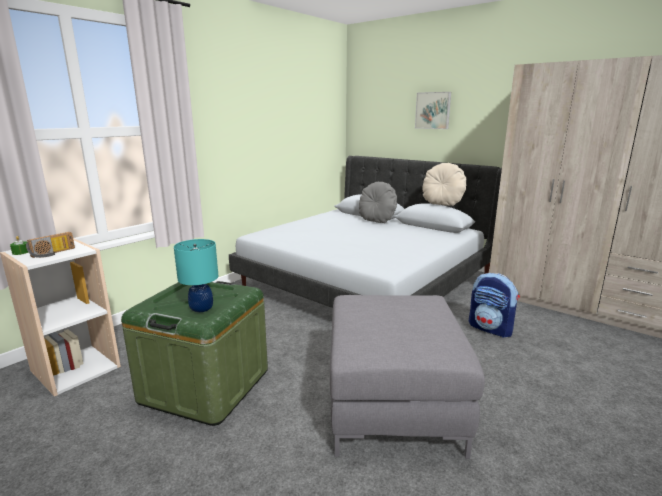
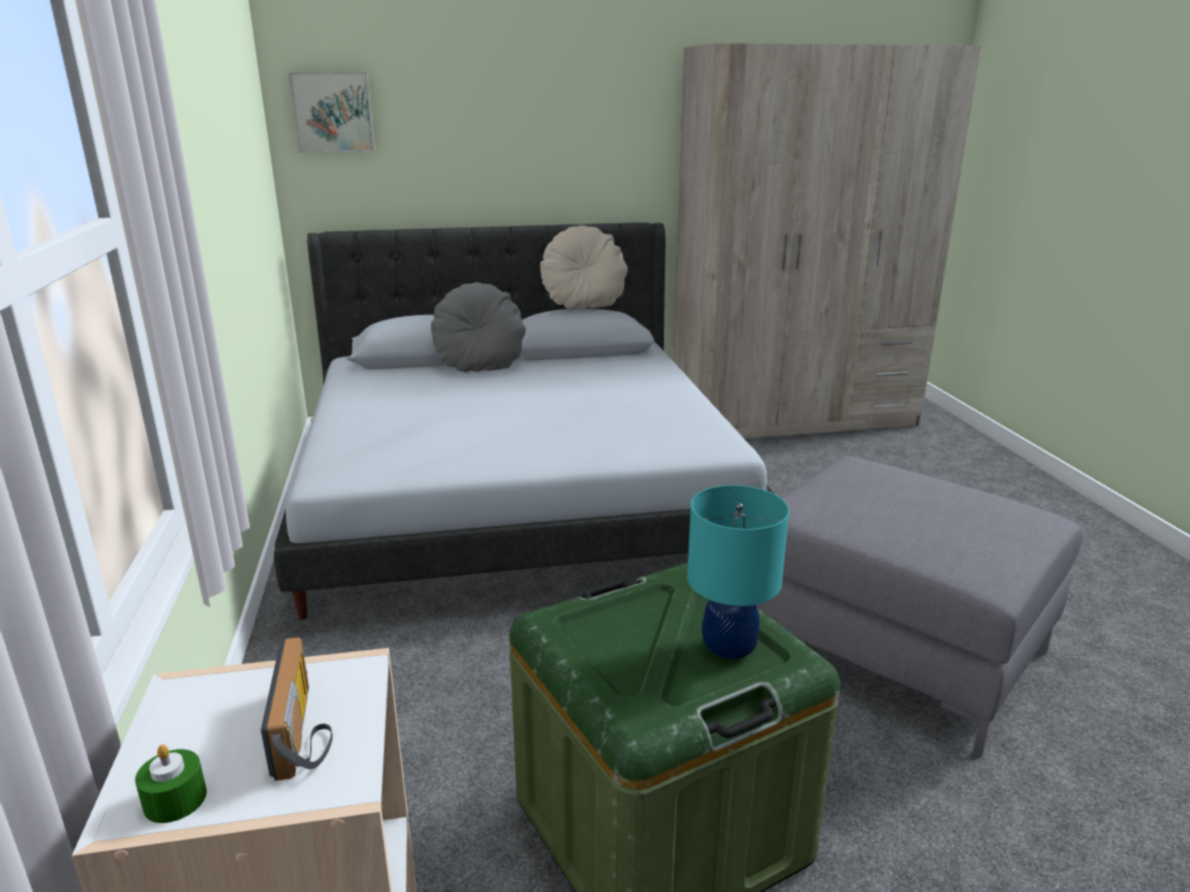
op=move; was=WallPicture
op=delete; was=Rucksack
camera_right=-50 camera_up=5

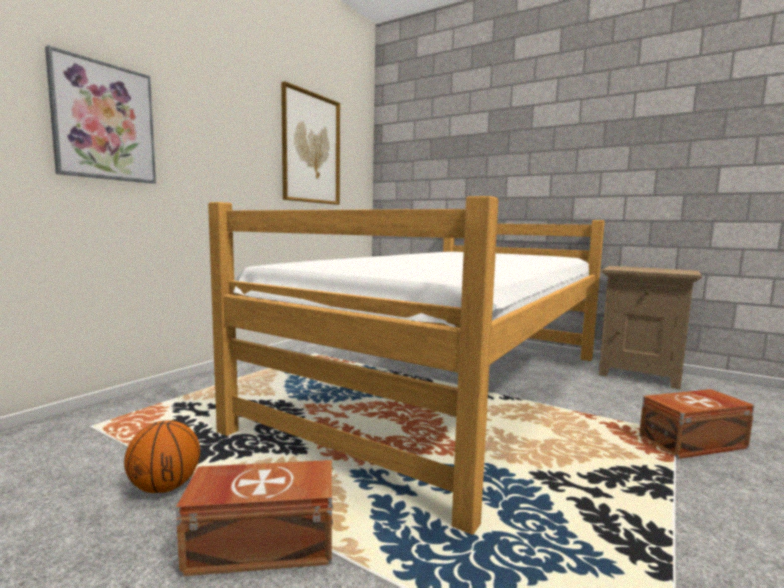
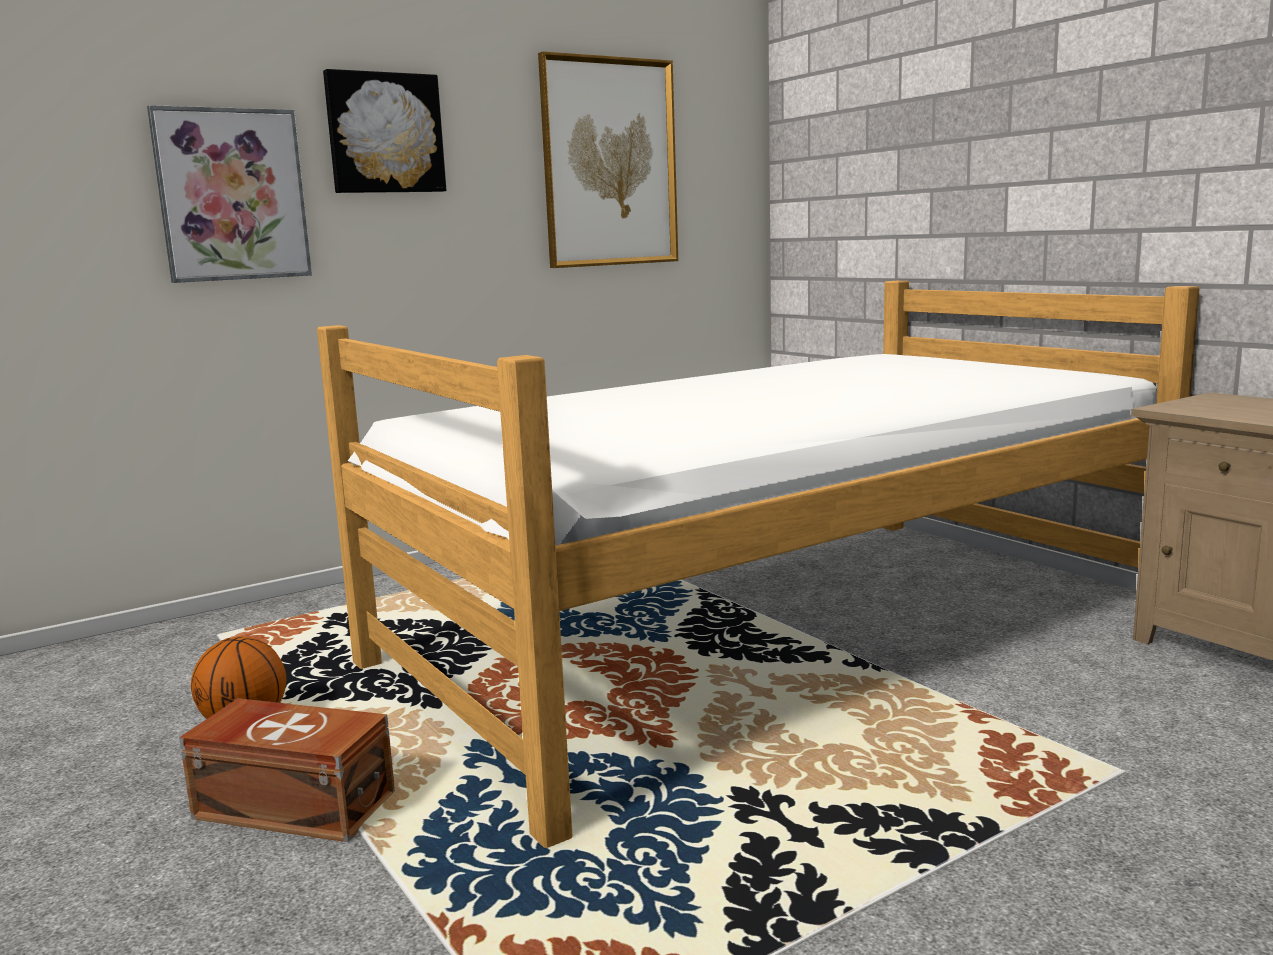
op=delete; was=BrownStorageBox (2nd from left)
op=insert; now=WallPicture (2nd from left)
camera_right=25 camera_up=5

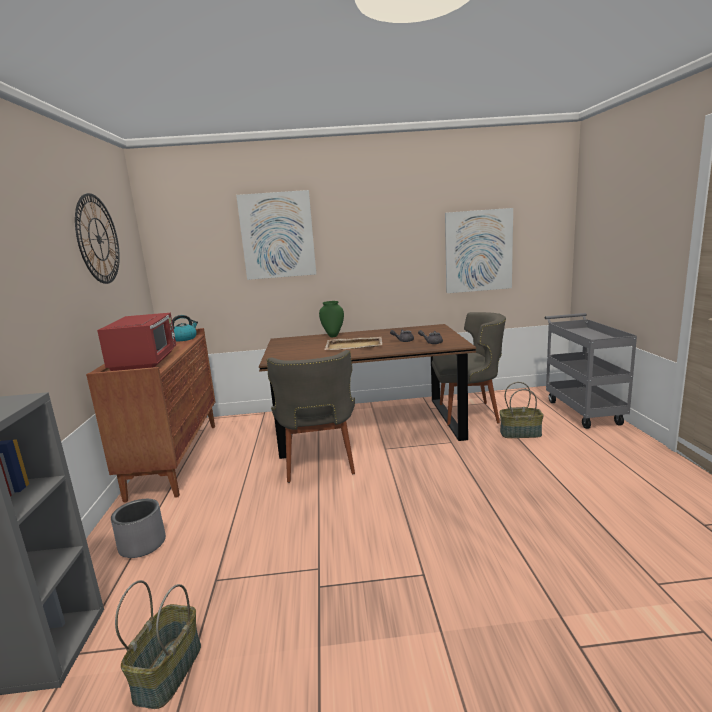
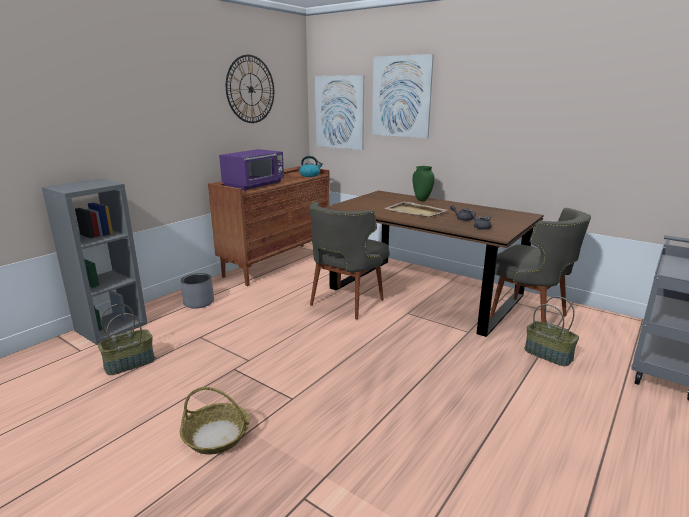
op=move; was=WallPicture (2nd from left in the first image); now=WallPicture (1st from left)
op=recolor; was=RedColouredMicrowave; now=PurpleMicrowave
op=insert; now=HouseholdBasket (2nd from left)
camera_right=40 camera_up=5

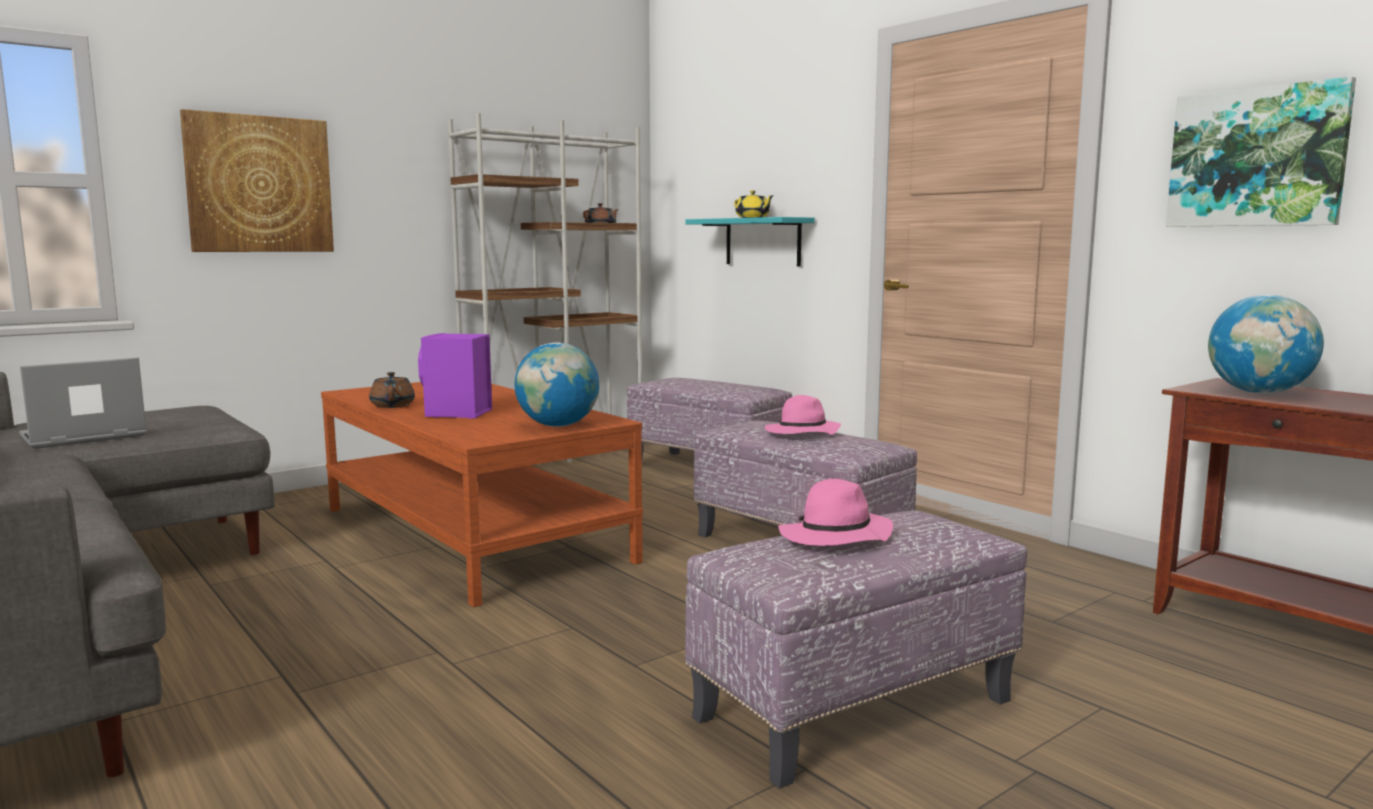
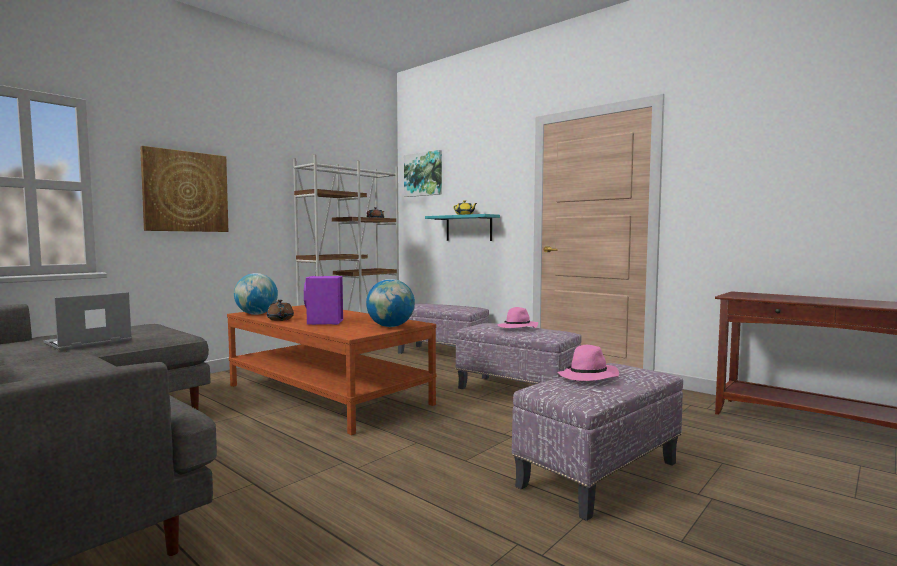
op=move; was=WallPicture (2nd from left)
op=move; was=Globe (2nd from left in the first image); now=Globe (1st from left)
camera_right=-10 camera_up=-5

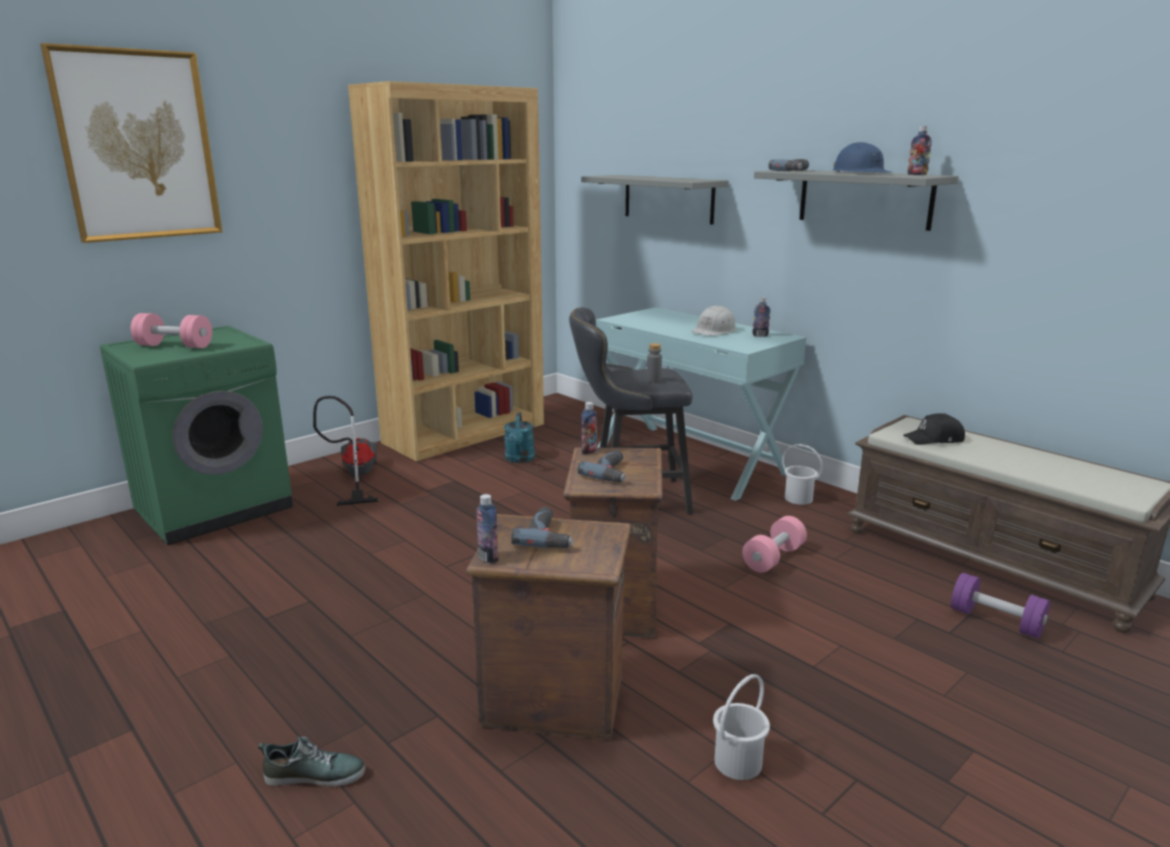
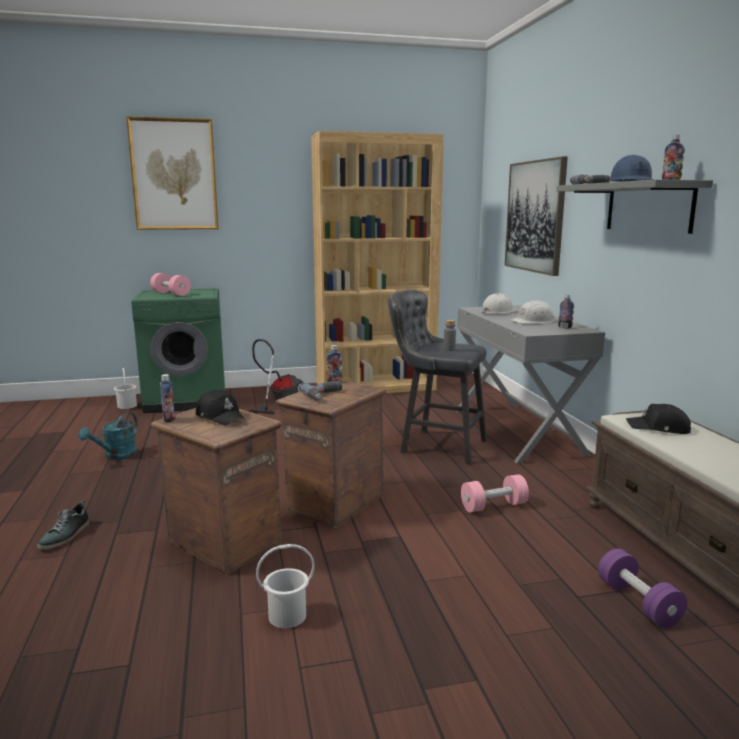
op=replace; was=GrayBracketShelf (1st from left); now=WallPicture (2nd from left)
op=recolor; was=TurquoiseDeskTable; now=GrayDeskTable
op=move; was=TurquoiseSprinklingCan
op=move; was=WhiteWaterBucket (2nd from left in the first image); now=WhiteWaterBucket (1st from left)
op=replace; was=PowerDrill (1st from left); now=BlackColouredBaseballCap (1st from left)
op=rotate; was=LowShoe; clockwise=75
op=insert; now=WhiteSafetyHelmet (1st from left)
camera_right=30 camera_up=-5

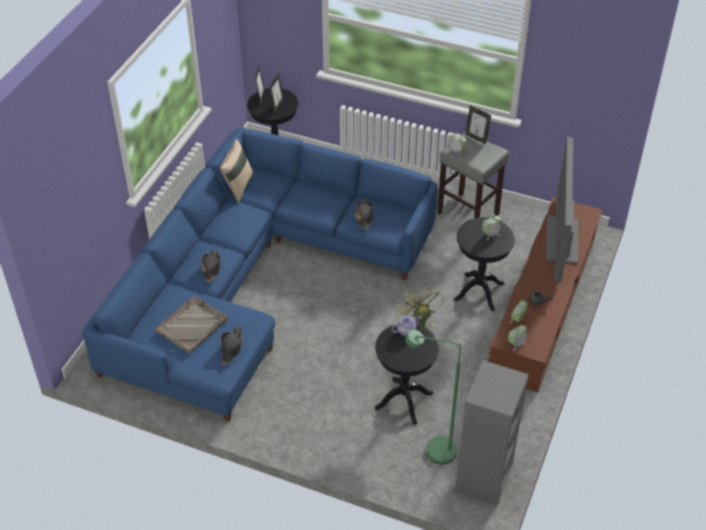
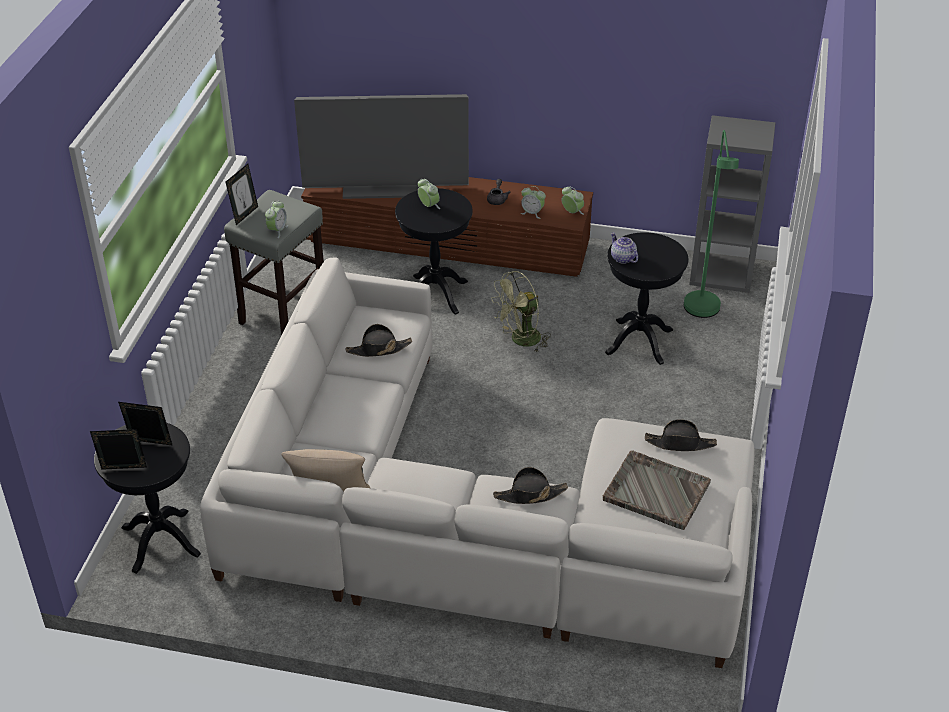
op=recolor; was=BluishSettee; now=WhiteSettee
camera_right=-100 camera_up=-5

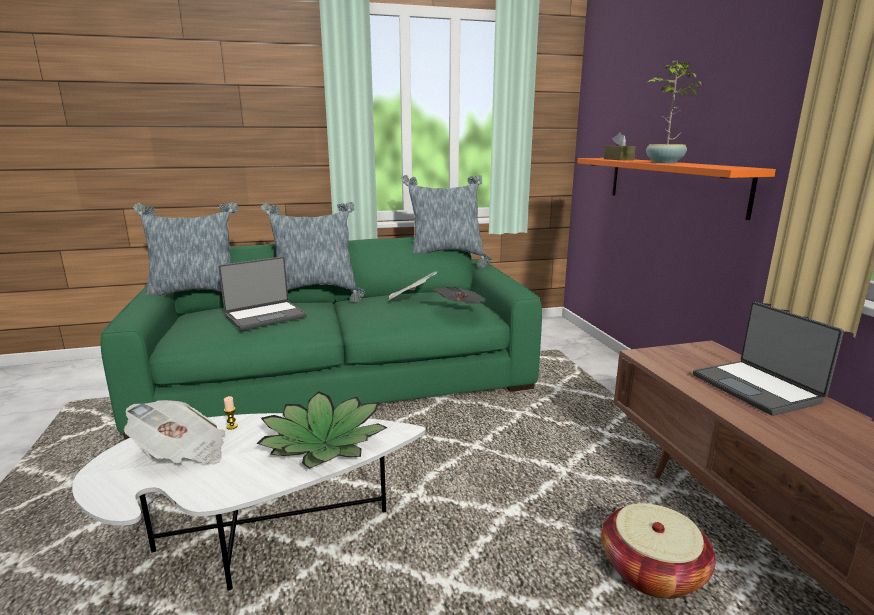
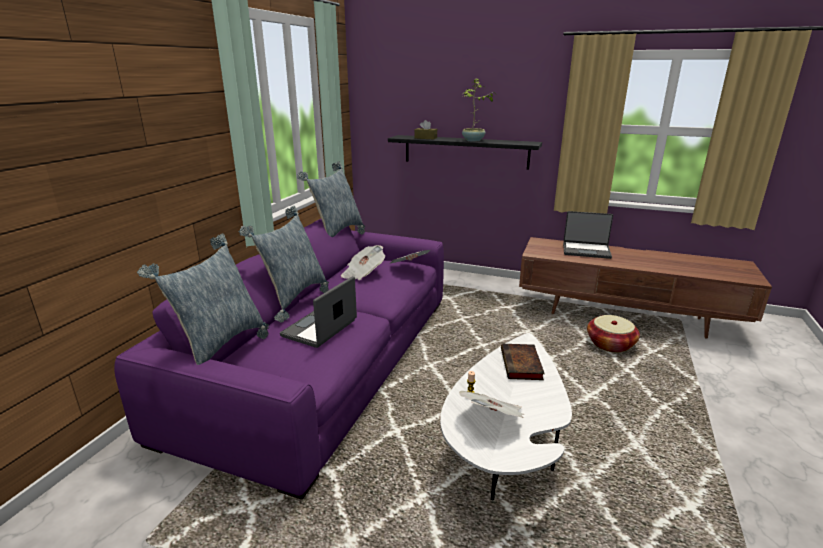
op=recolor; was=OrangeBracketShelf; now=BlackColouredBracketShelf
op=recolor; was=GreenishSettee; now=PurpleSettee
op=rotate; was=Laptop (1st from left); clockwise=-150
op=replace; was=Houseplant (1st from left); now=Volume
camera_right=-55 camera_up=5

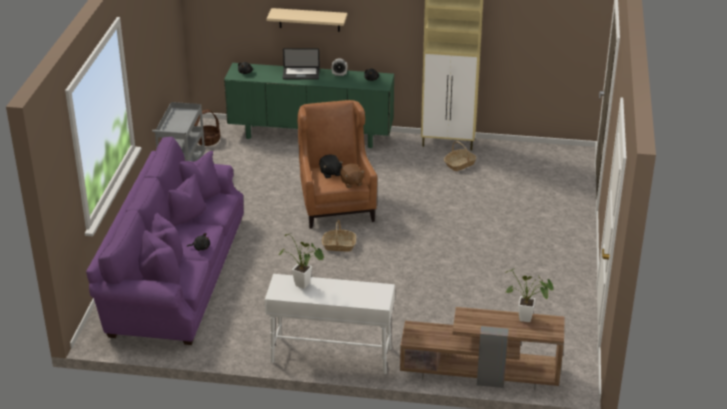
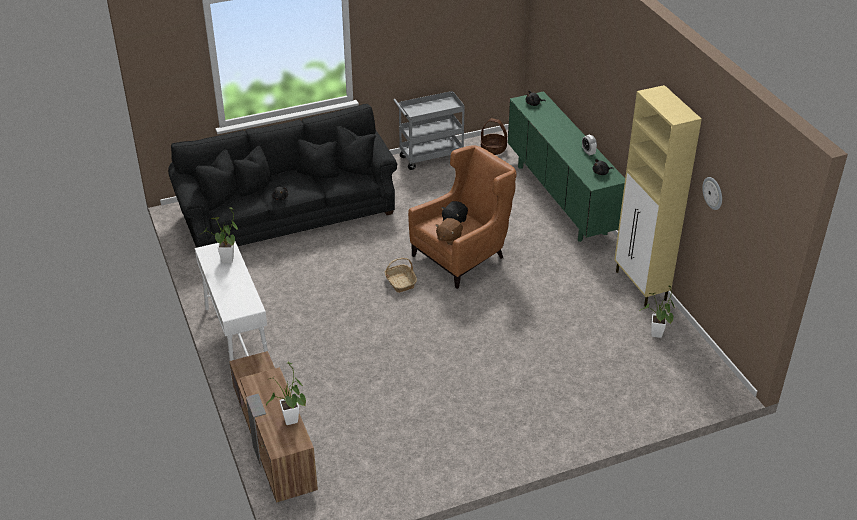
op=delete; was=BeigeBracketShelf
op=delete; was=Laptop
op=recolor; was=PurpleSettee; now=BlackColouredSettee
op=delete; was=HouseholdBasket (3rd from left)
op=insert; now=ClockOnTheWall
op=insert; now=Houseplant (3rd from left)
camera_right=60 camera_up=5

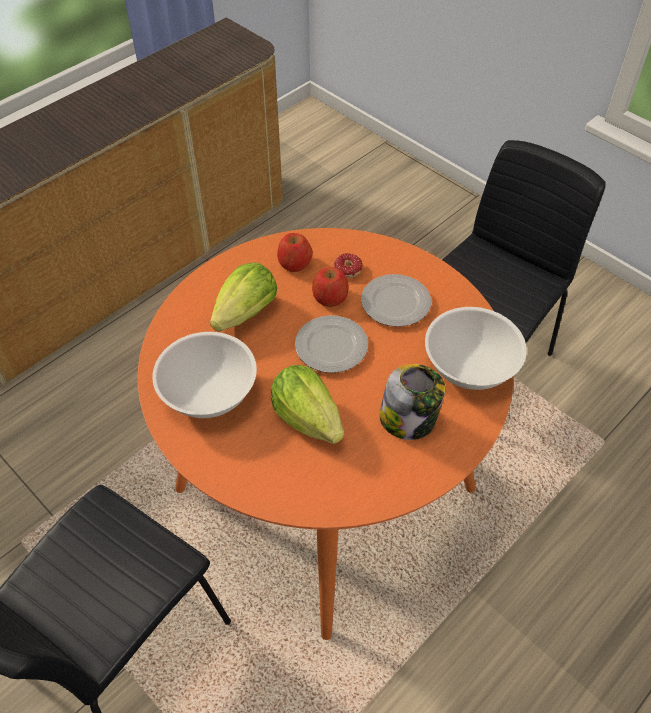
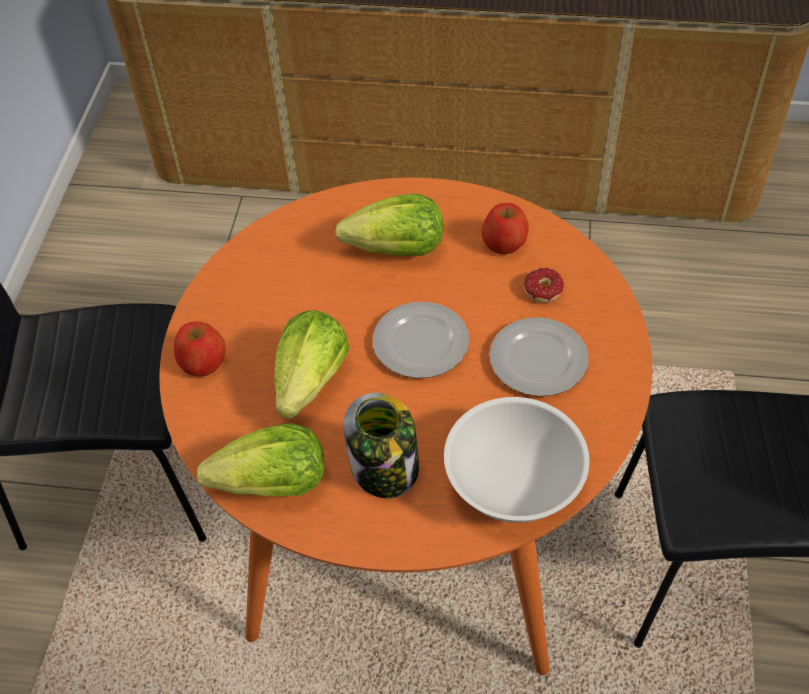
op=move; was=AppleFruit (2nd from left in the first image); now=AppleFruit (1st from left)
op=delete; was=WhiteDeepDish (1st from left)
op=insert; now=Lettuce (1st from left)
camera_right=55 camera_up=0

